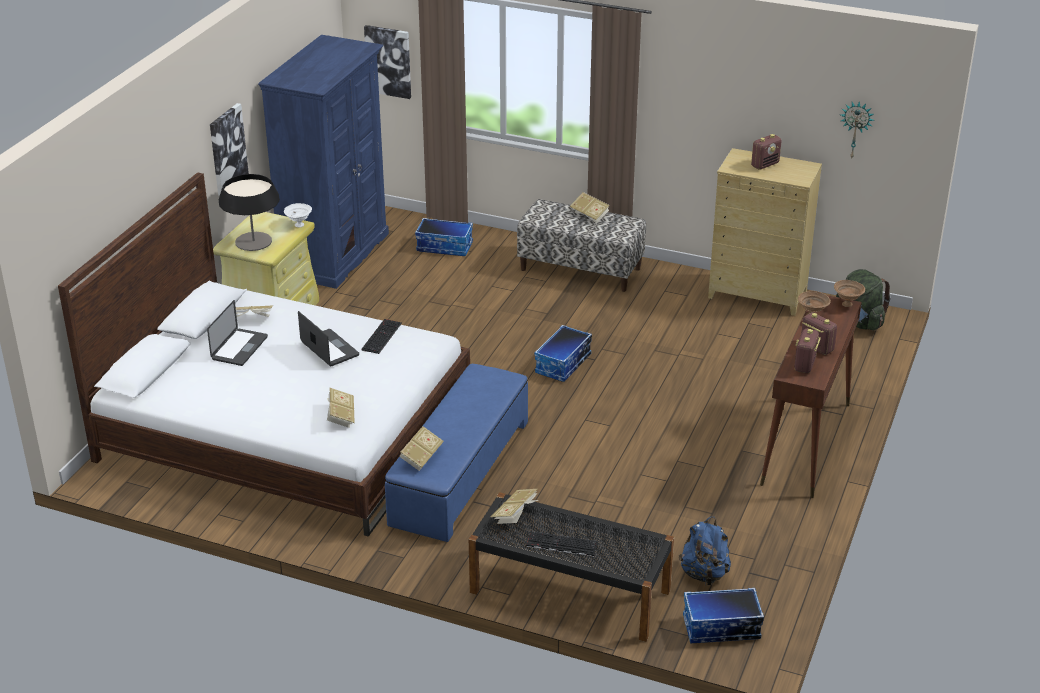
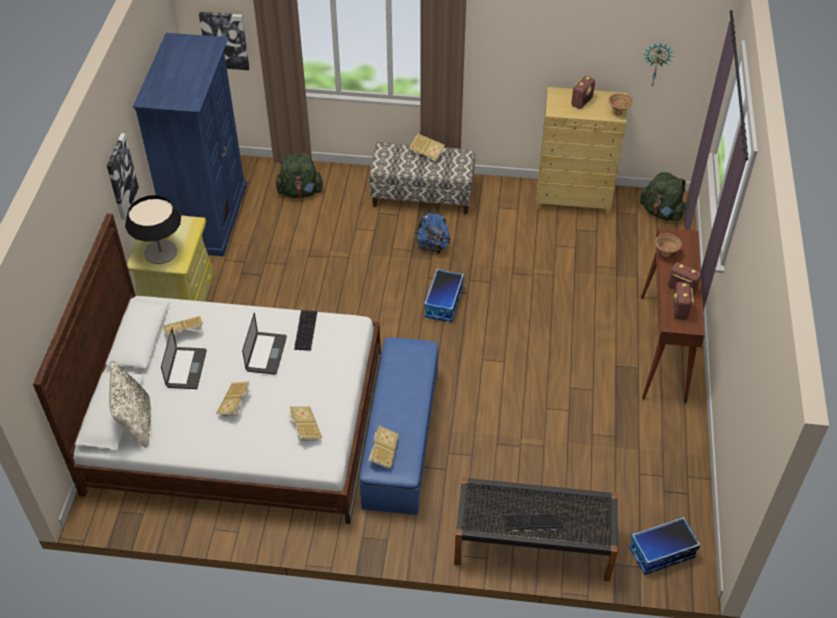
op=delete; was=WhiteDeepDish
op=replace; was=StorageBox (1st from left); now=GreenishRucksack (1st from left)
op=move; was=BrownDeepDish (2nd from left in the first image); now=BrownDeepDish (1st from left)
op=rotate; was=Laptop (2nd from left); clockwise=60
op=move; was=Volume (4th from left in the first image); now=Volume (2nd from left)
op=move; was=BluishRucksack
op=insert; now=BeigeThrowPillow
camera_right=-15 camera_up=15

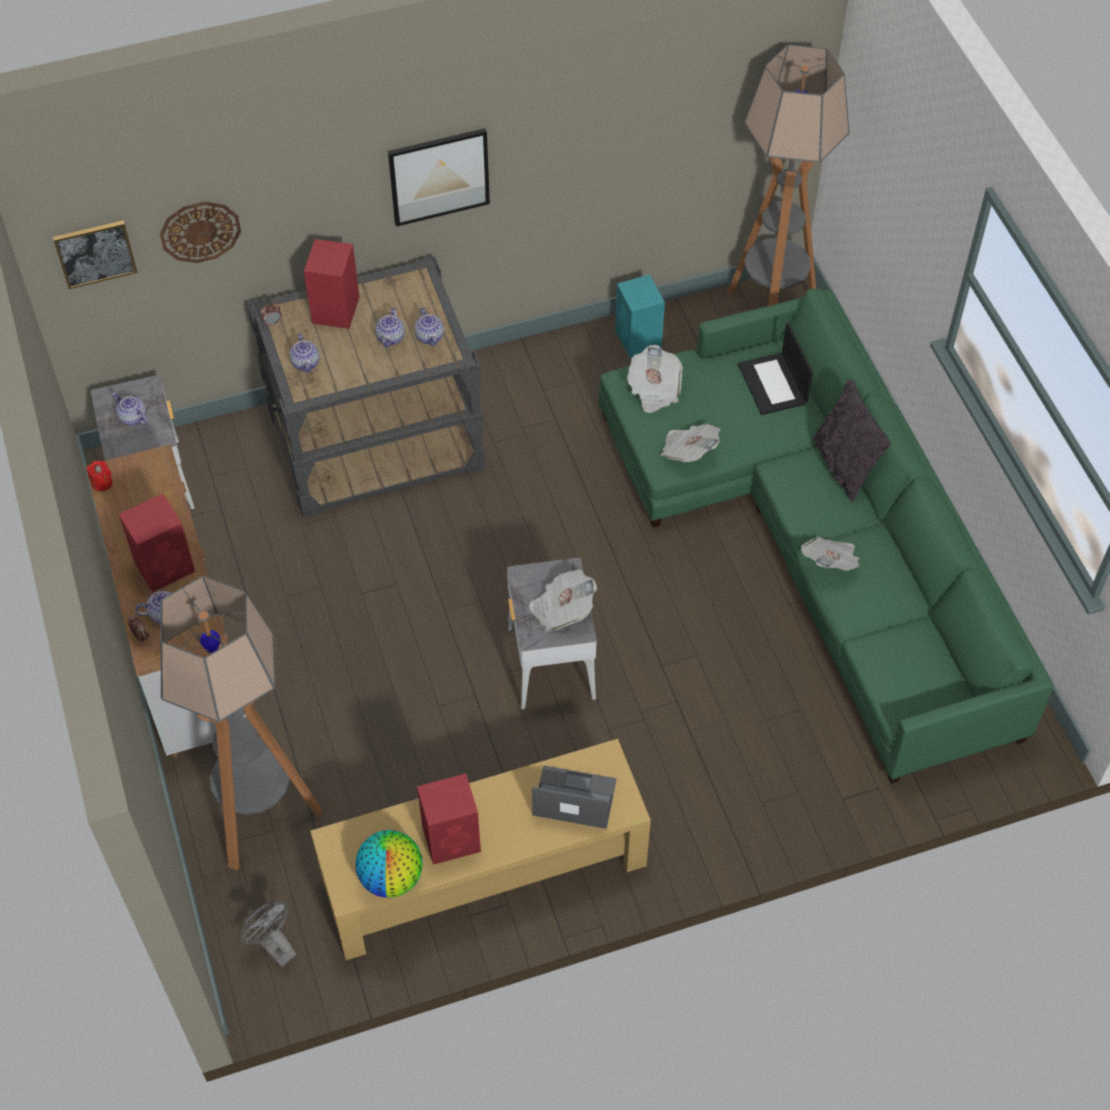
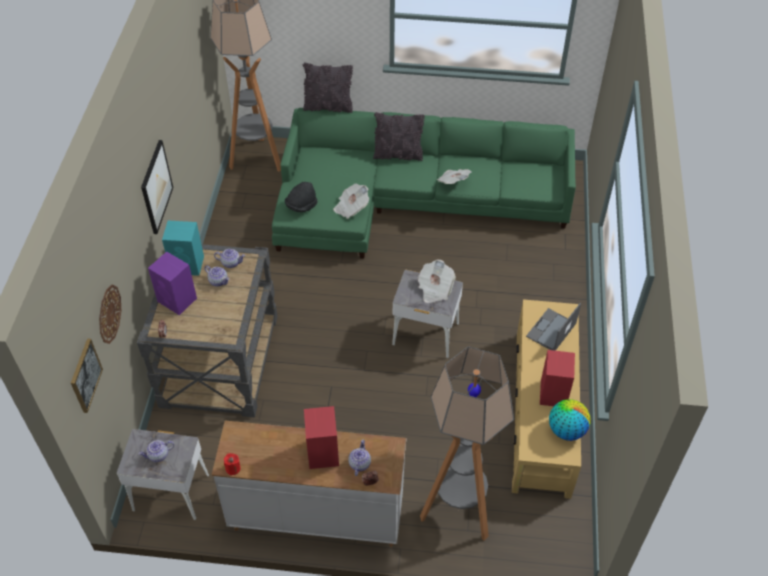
op=recolor; was=RedColouredSpeaker (2nd from left); now=PurpleSpeaker
op=move; was=TurquoiseSpeaker
op=delete; was=Laptop (2nd from left)
op=delete; was=TeaPot (3rd from left)
op=replace; was=PrintedPaper (2nd from left); now=BlackColouredHat
op=delete; was=GrayElectricFan
op=insert; now=BlackColouredThrowPillow (1st from left)
camera_right=-65 camera_up=-5

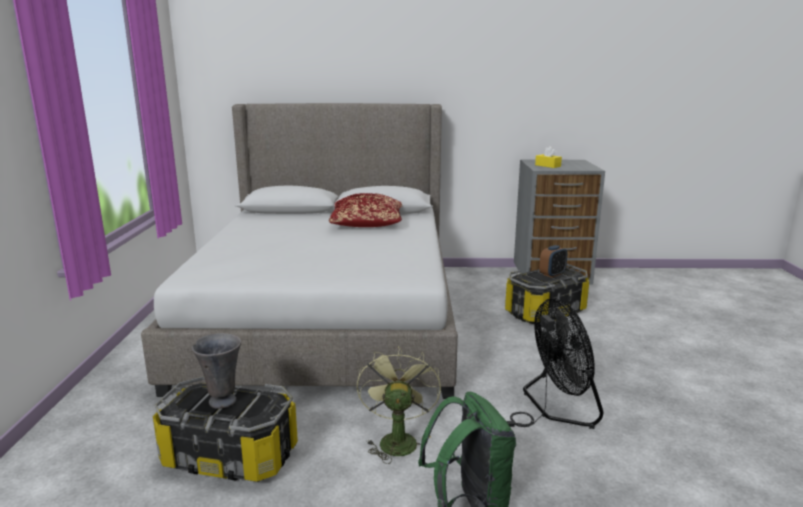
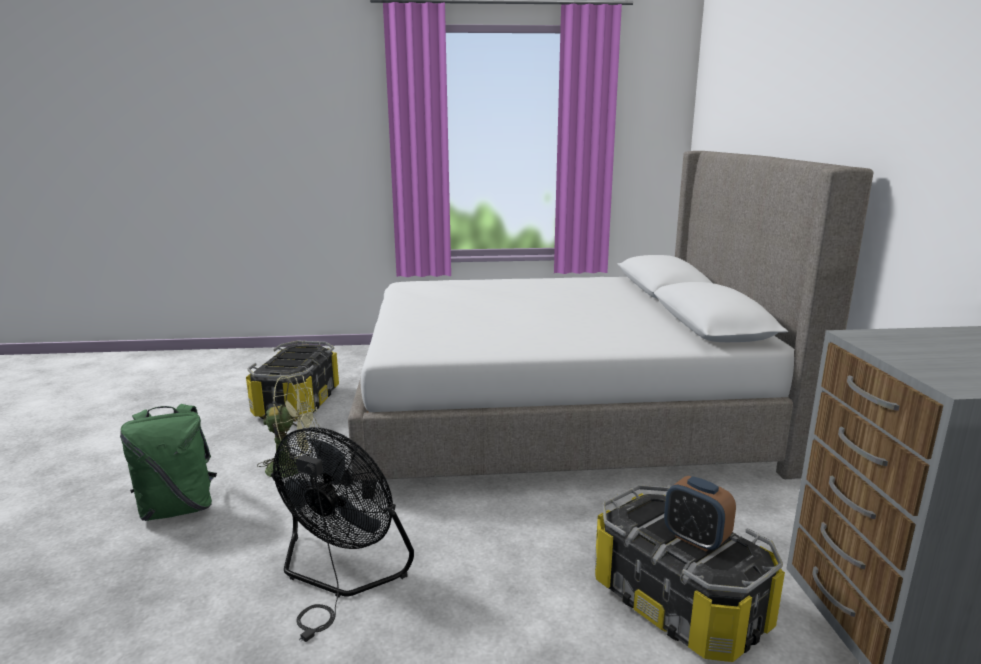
op=delete; was=YellowColouredTissueHolder
op=delete; was=RedColouredThrowPillow
op=rotate; was=BlackColouredElectricFan; clockwise=-135
op=delete; was=GrayVase
camera_right=85 camera_up=0

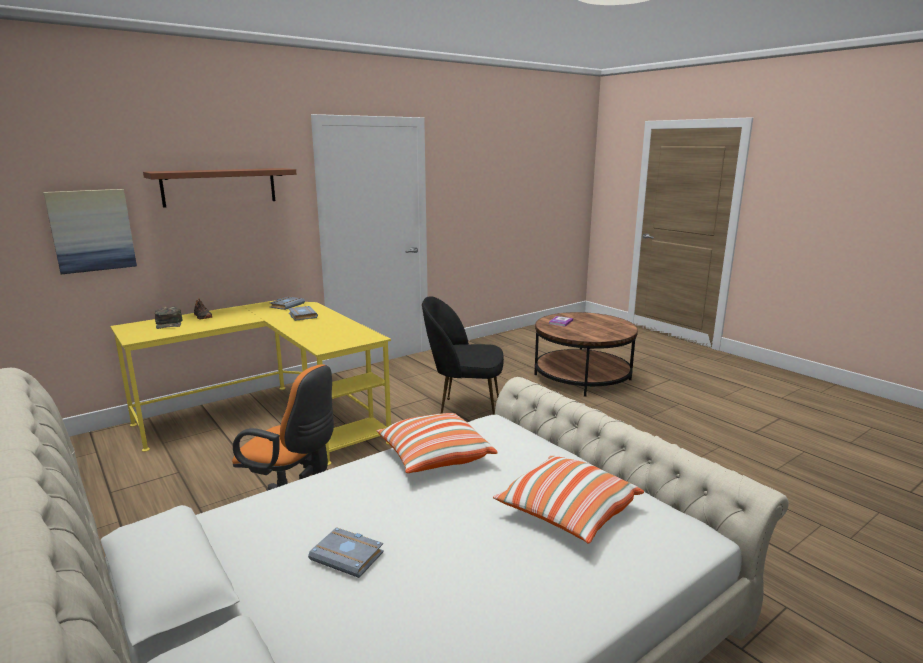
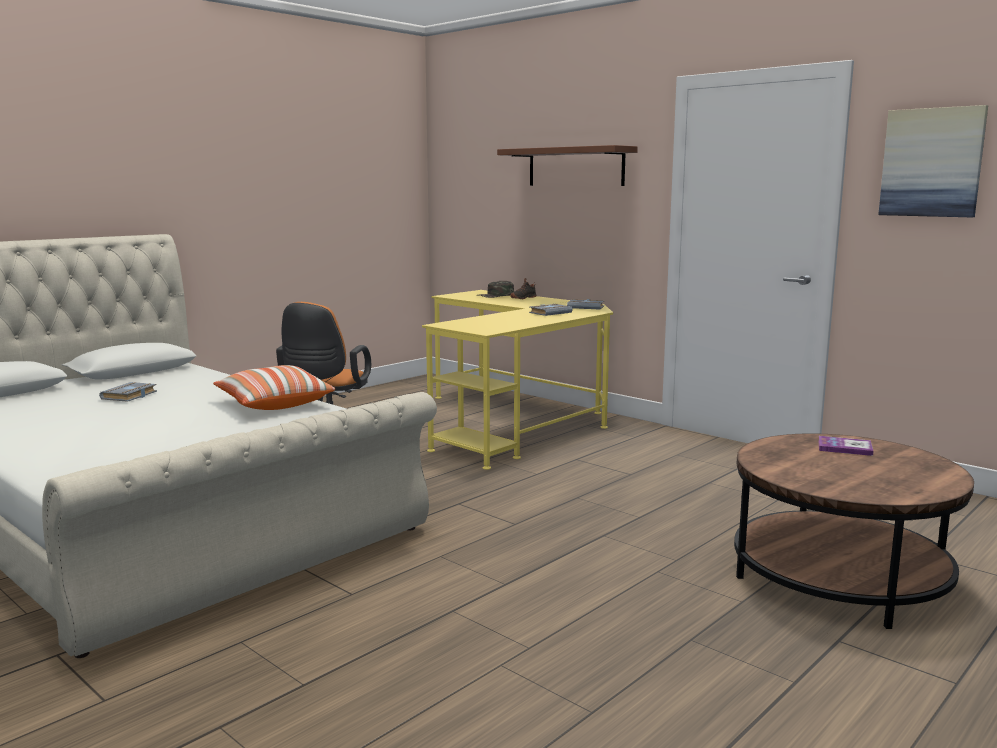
op=move; was=WallPicture
op=delete; was=BlackColouredChair
op=delete; was=ThrowPillow (2nd from left)
camera_right=80 camera_up=-5

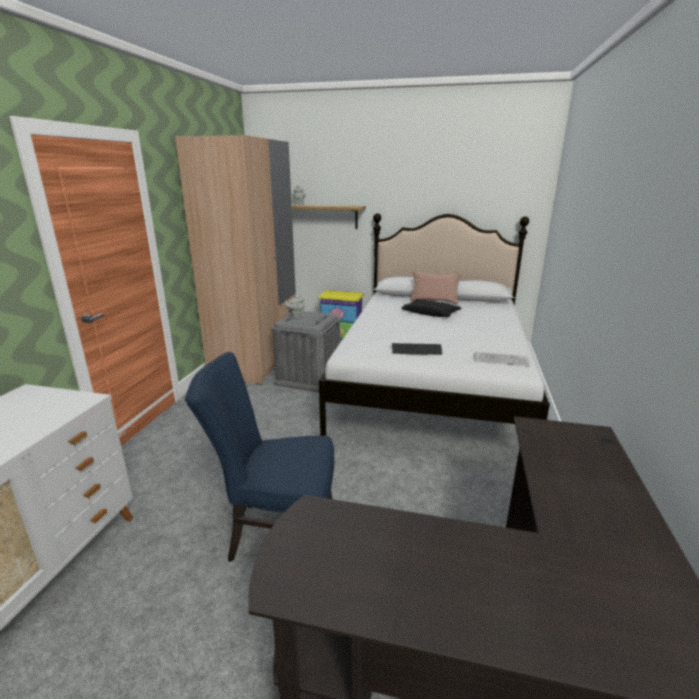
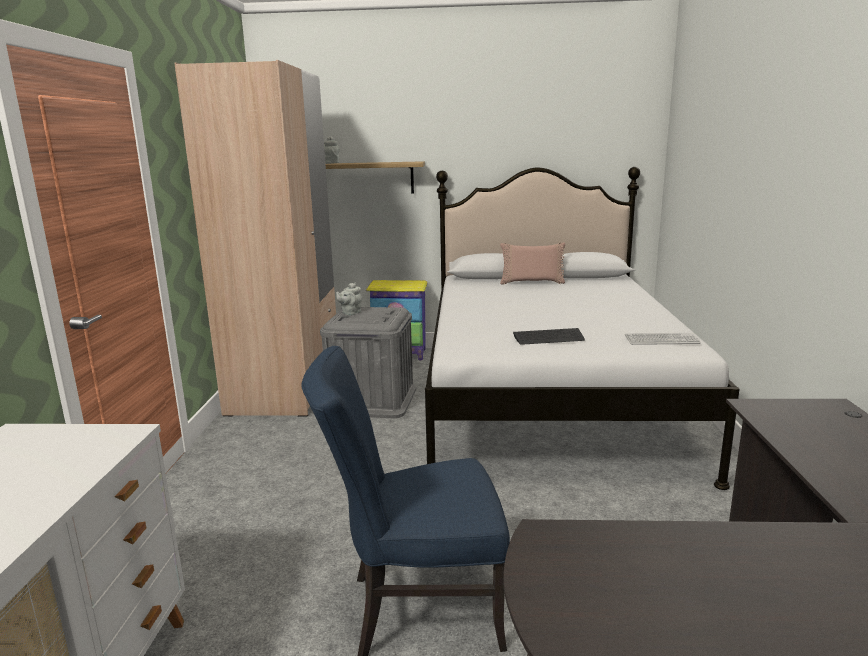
op=delete; was=BlackColouredThrowPillow
camera_right=-10 camera_up=-5

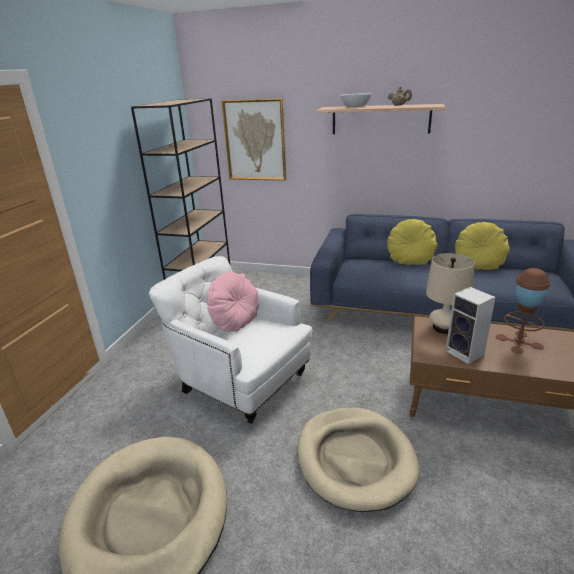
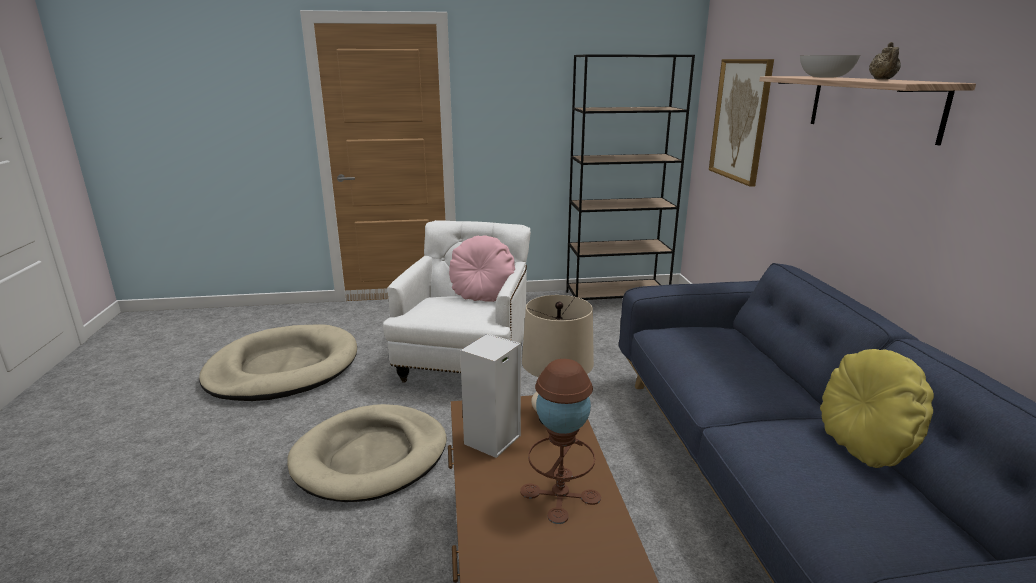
op=delete; was=YellowColouredThrowPillow (1st from left)
camera_right=65 camera_up=-5

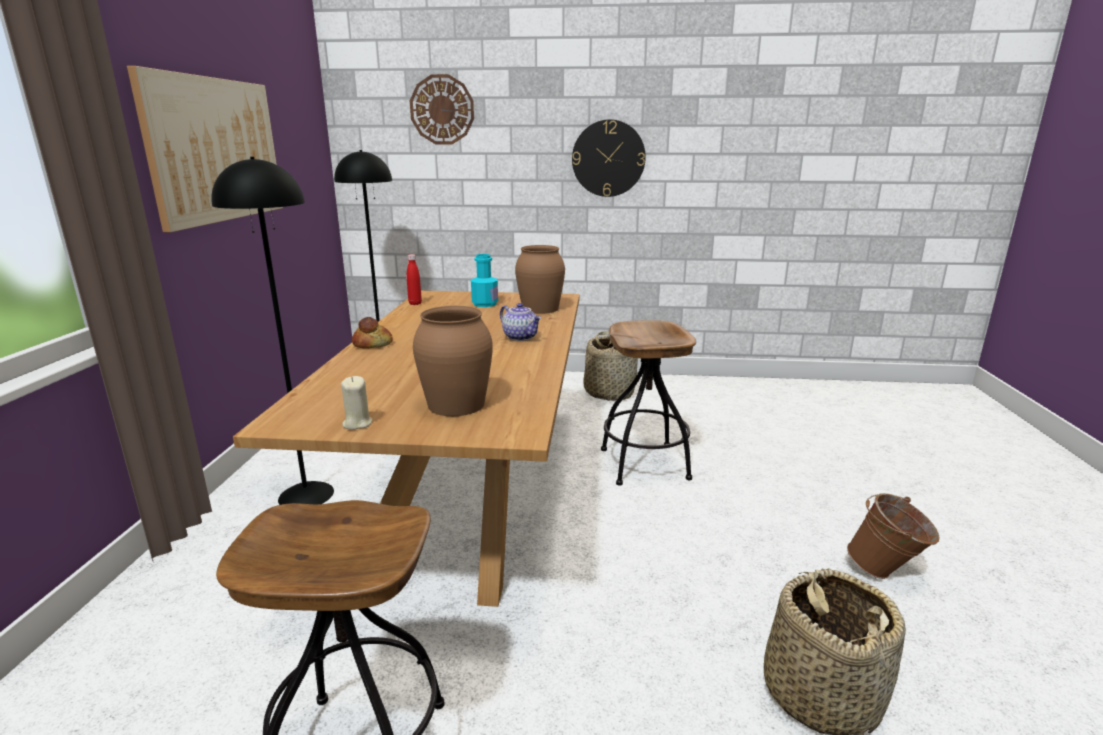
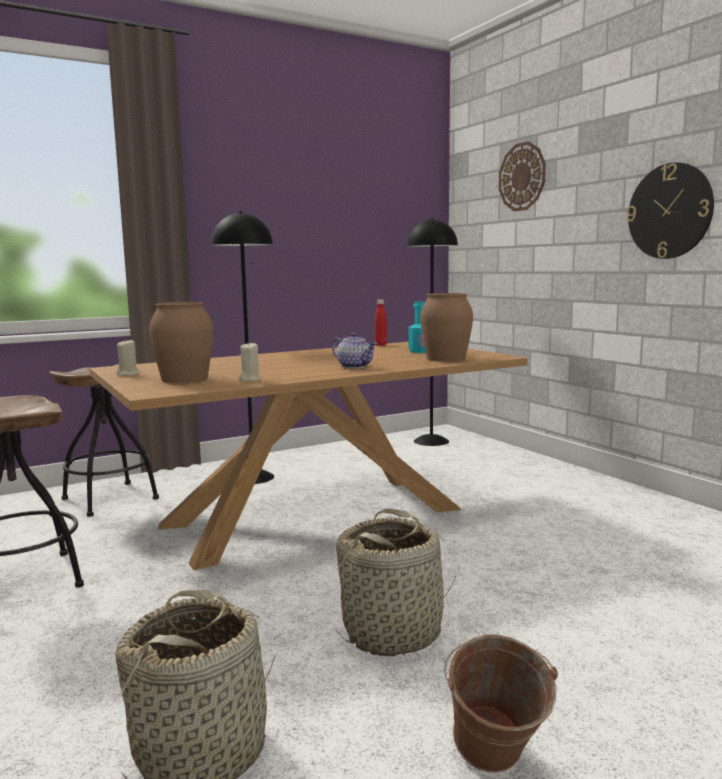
op=delete; was=WallPicture
op=rotate; was=TeaPot; clockwise=-60
op=delete; was=Bread
op=move; was=BrownStoolSeat (2nd from left)
op=move; was=HouseholdBasket (1st from left in the first image); now=HouseholdBasket (2nd from left)
op=insert; now=BeigeWaxCandle (2nd from left)
camera_right=55 camera_up=-10

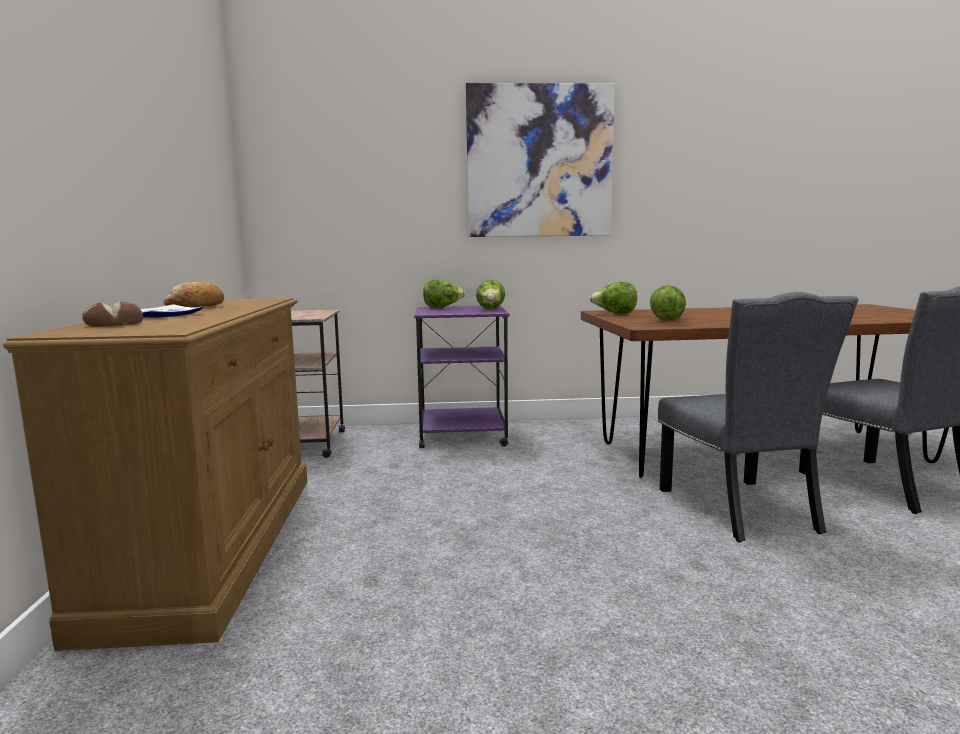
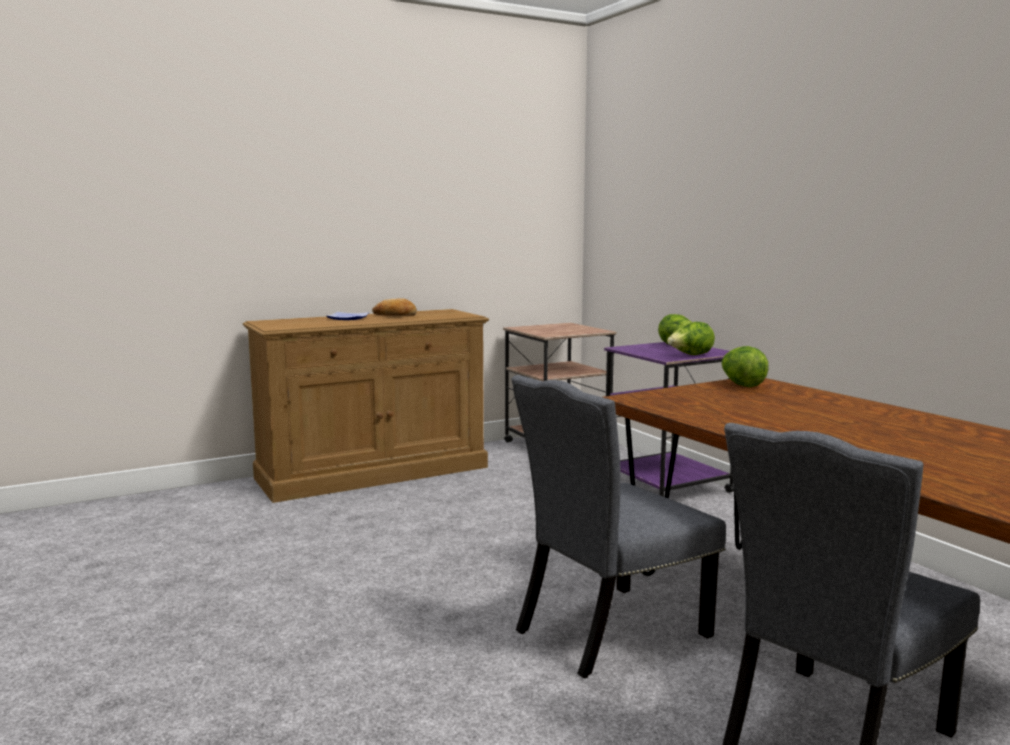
op=delete; was=WallPicture
op=delete; was=Lettuce (4th from left)
op=delete; was=Bread (1st from left)
camera_right=65 camera_up=0

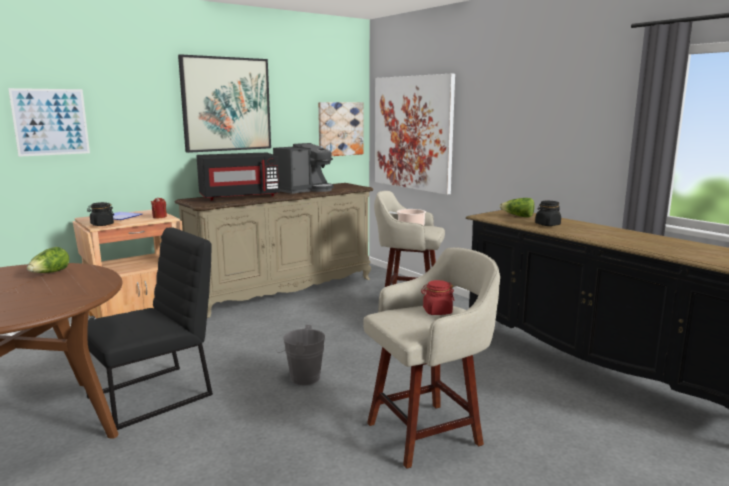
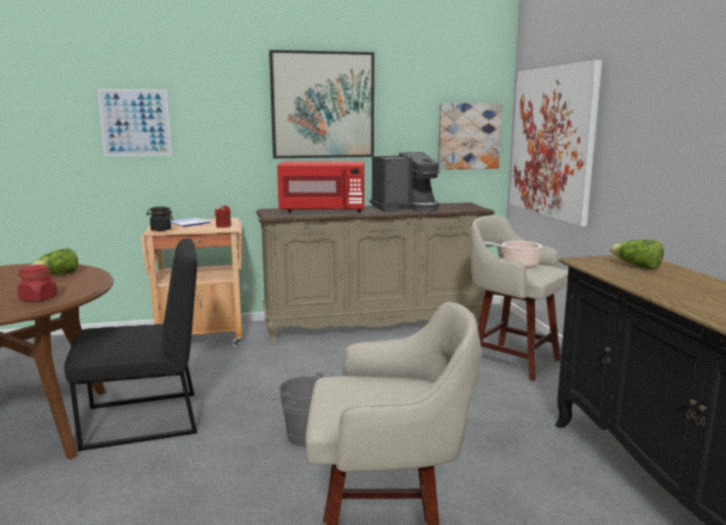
op=recolor; was=BlackColouredMicrowave; now=RedColouredMicrowave
op=delete; was=BlackColouredStorageJar (2nd from left)
op=move; was=RedColouredStorageJar
camera_right=25 camera_up=0

